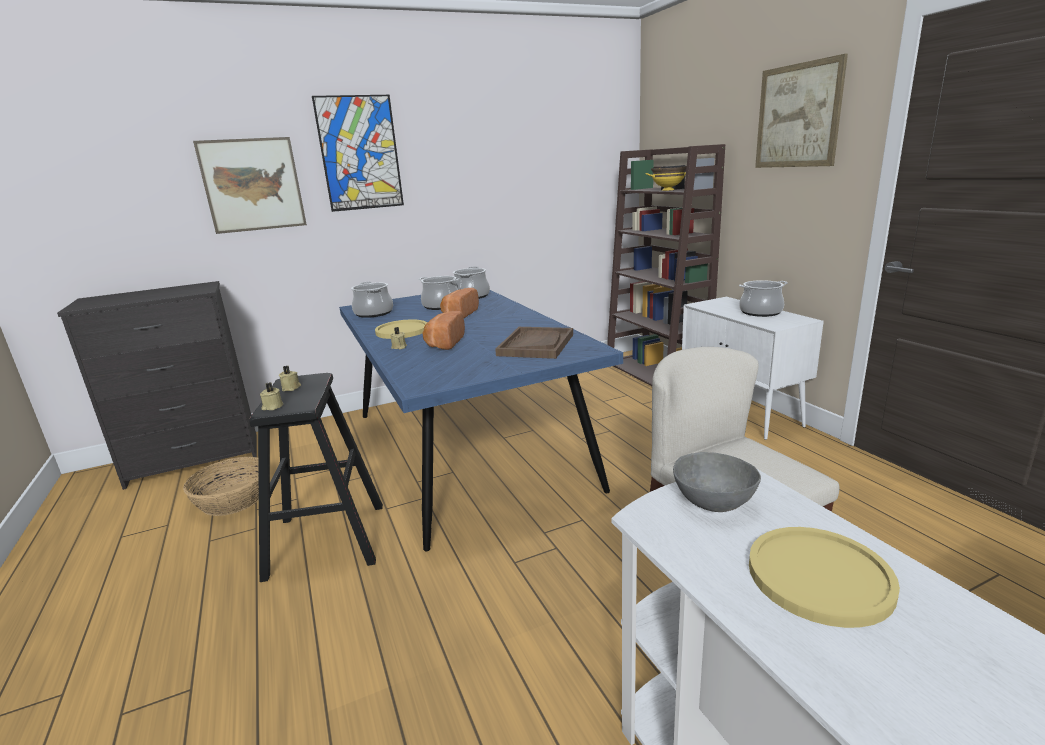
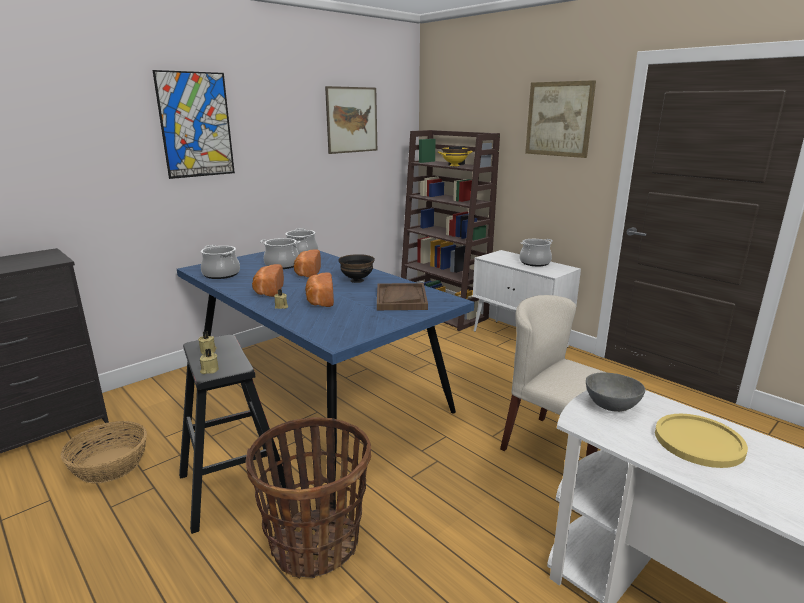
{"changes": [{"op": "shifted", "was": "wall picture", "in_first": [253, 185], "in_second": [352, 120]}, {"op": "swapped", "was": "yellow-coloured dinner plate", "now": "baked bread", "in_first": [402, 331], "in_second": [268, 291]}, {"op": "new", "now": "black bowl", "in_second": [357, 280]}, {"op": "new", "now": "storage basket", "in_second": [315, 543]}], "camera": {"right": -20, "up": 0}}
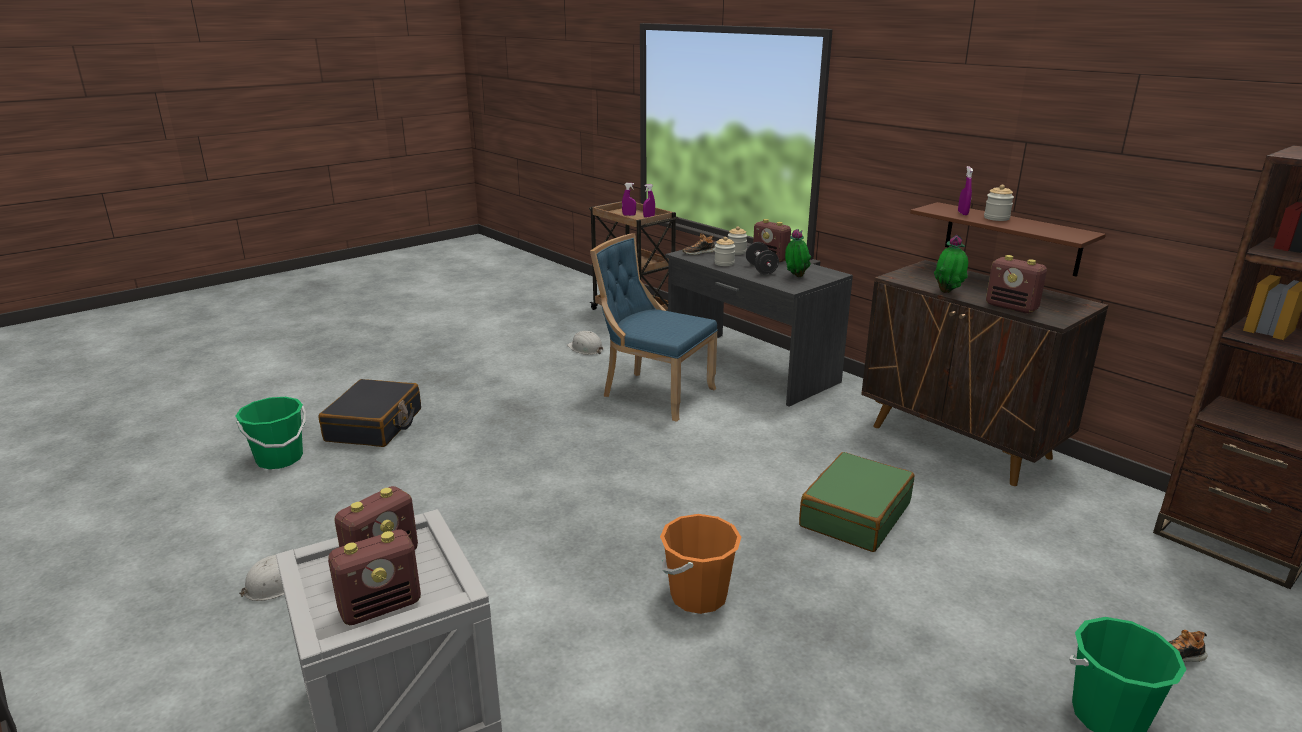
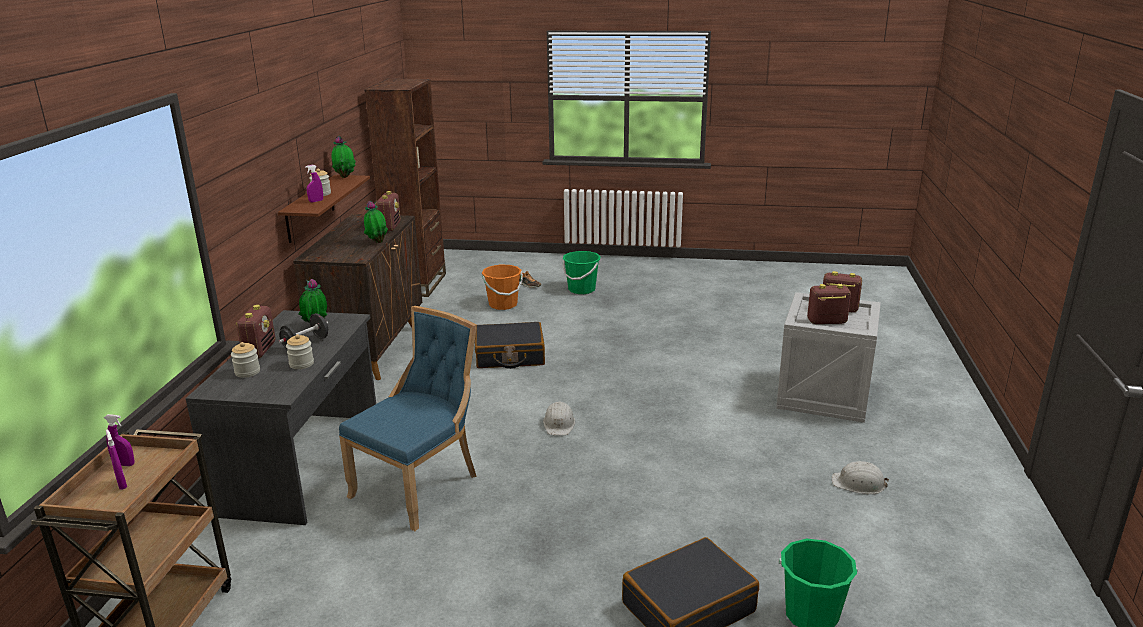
{"changes": [{"op": "rotated", "was": "blue chair", "in_first": [653, 393], "in_second": [421, 486], "clockwise": -135}, {"op": "gone", "was": "shoe", "in_first": [698, 252]}, {"op": "shifted", "was": "white-coloured work helmet", "in_first": [585, 348], "in_second": [559, 424]}, {"op": "repainted", "was": "green-coloured piece of luggage", "now": "black piece of luggage", "in_first": [854, 514], "in_second": [509, 356]}, {"op": "shifted", "was": "orangey bucket", "in_first": [698, 596], "in_second": [503, 304]}, {"op": "new", "now": "potted plant", "in_second": [345, 177]}], "camera": {"right": -130, "up": 0}}
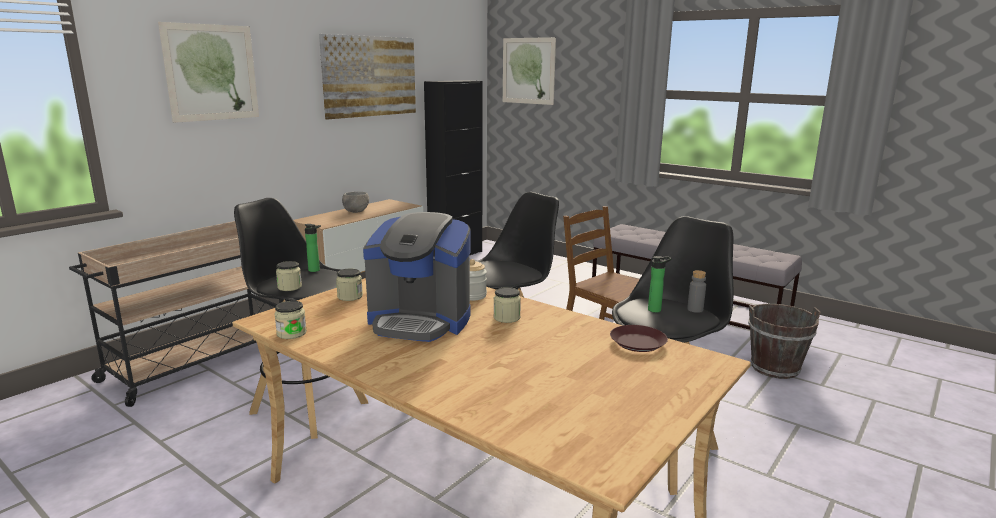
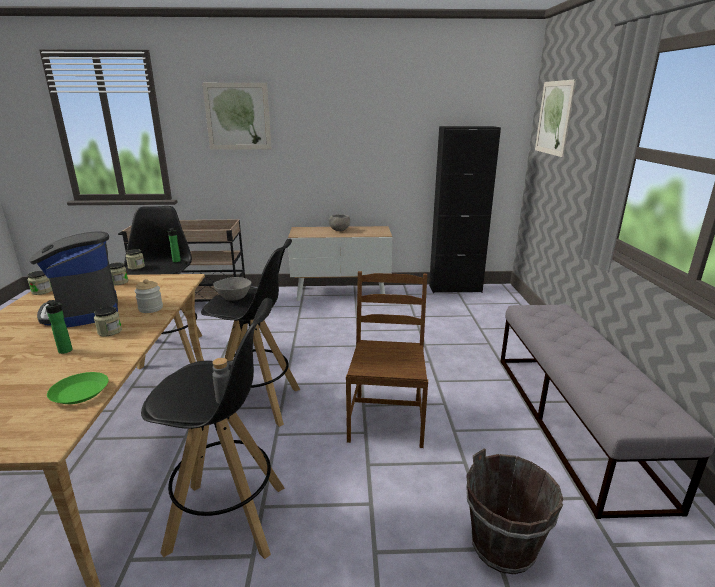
{"changes": [{"op": "gone", "was": "wall picture", "in_first": [370, 76]}, {"op": "shifted", "was": "drink bottle", "in_first": [656, 310], "in_second": [66, 351]}, {"op": "repainted", "was": "brown dinner plate", "now": "green-coloured dinner plate", "in_first": [637, 343], "in_second": [80, 392]}, {"op": "new", "now": "greyish bowl", "in_second": [234, 297]}], "camera": {"right": 50, "up": 5}}
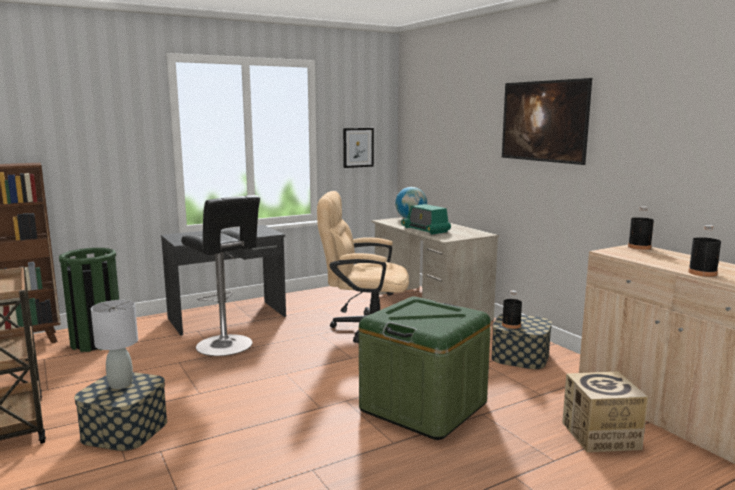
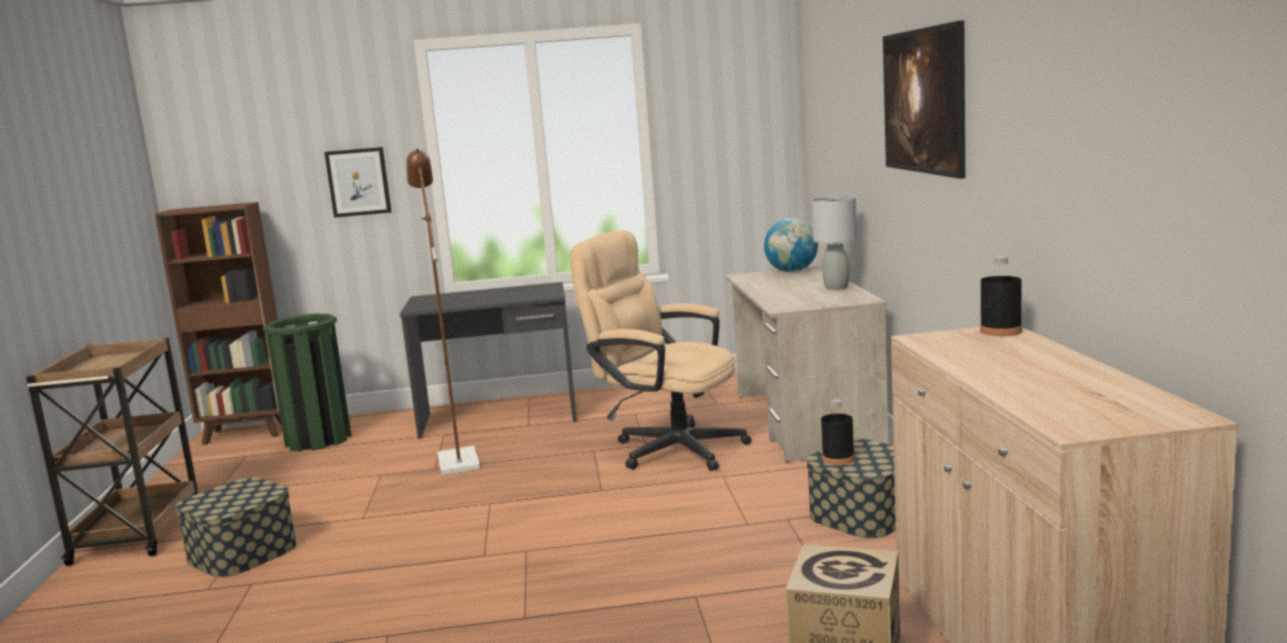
{"changes": [{"op": "shifted", "was": "wall picture", "in_first": [358, 147], "in_second": [358, 182]}, {"op": "swapped", "was": "black sitting stool", "now": "brown standard lamp", "in_first": [226, 346], "in_second": [457, 458]}, {"op": "gone", "was": "radio set", "in_first": [425, 230]}, {"op": "gone", "was": "black drink bottle", "in_first": [702, 273]}, {"op": "gone", "was": "green-coloured storage bin", "in_first": [423, 406]}, {"op": "shifted", "was": "greyish lamp for a table", "in_first": [121, 384], "in_second": [837, 288]}], "camera": {"right": 25, "up": 0}}
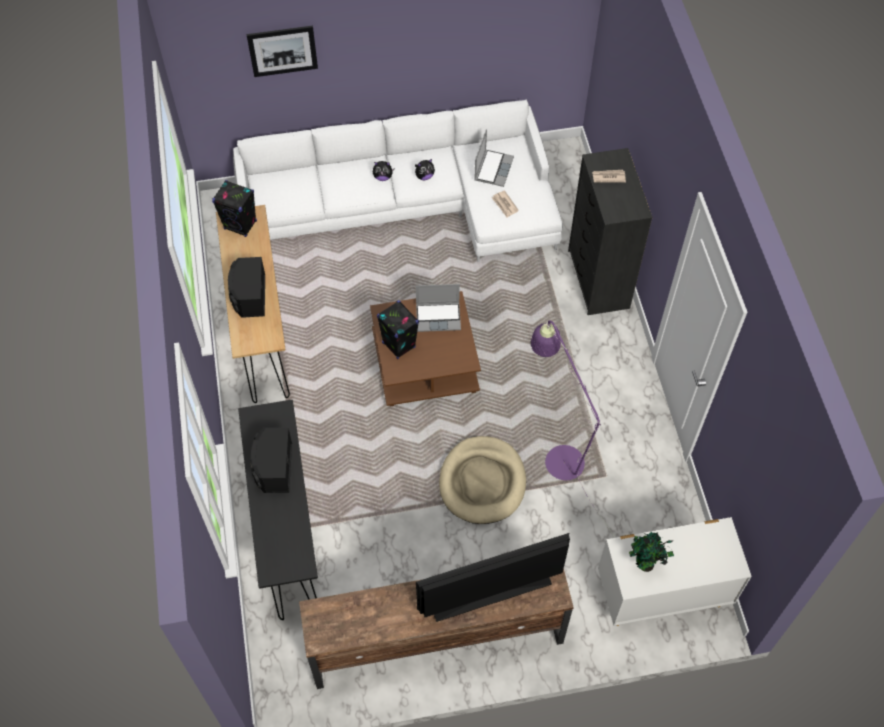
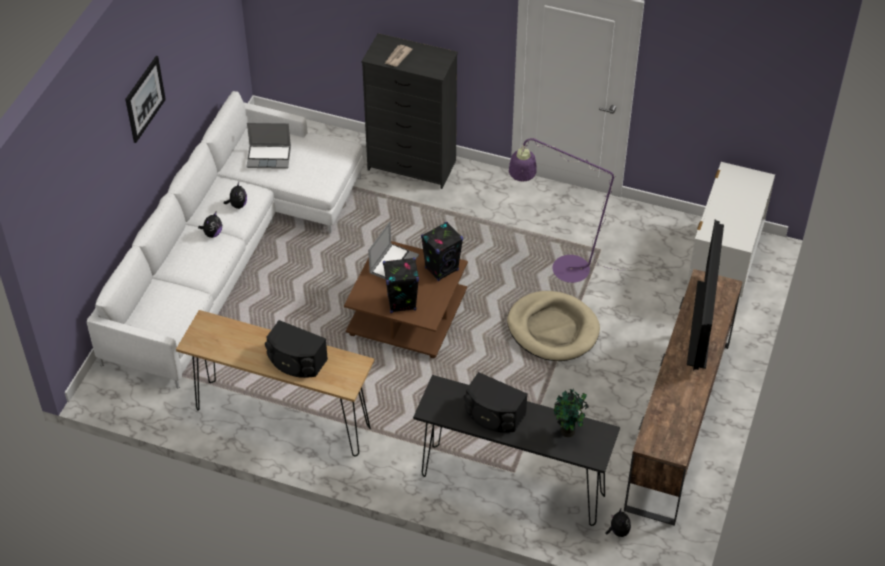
{"changes": [{"op": "shifted", "was": "wall picture", "in_first": [282, 51], "in_second": [145, 99]}, {"op": "rotated", "was": "portable computer", "in_first": [493, 168], "in_second": [269, 157], "clockwise": 135}, {"op": "shifted", "was": "black speaker", "in_first": [240, 225], "in_second": [442, 269]}, {"op": "gone", "was": "newspaper", "in_first": [505, 205]}, {"op": "shifted", "was": "potted plant", "in_first": [645, 565], "in_second": [568, 432]}, {"op": "new", "now": "plush toy", "in_second": [618, 531]}], "camera": {"right": -60, "up": -10}}
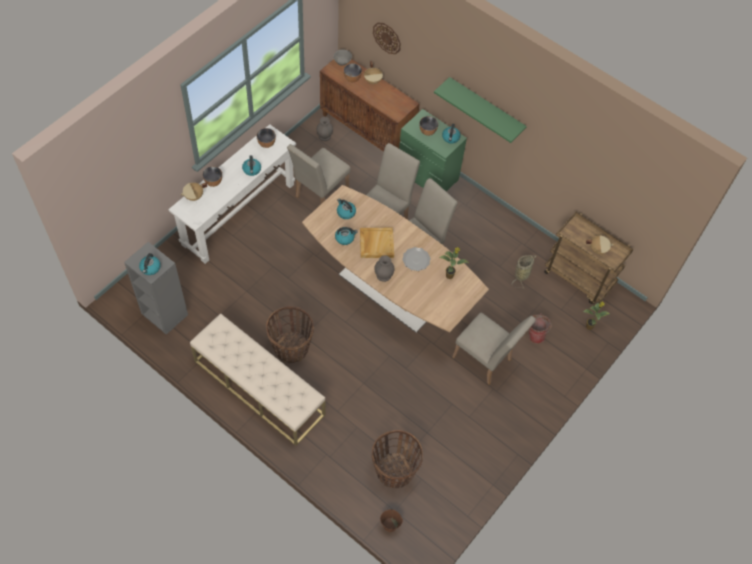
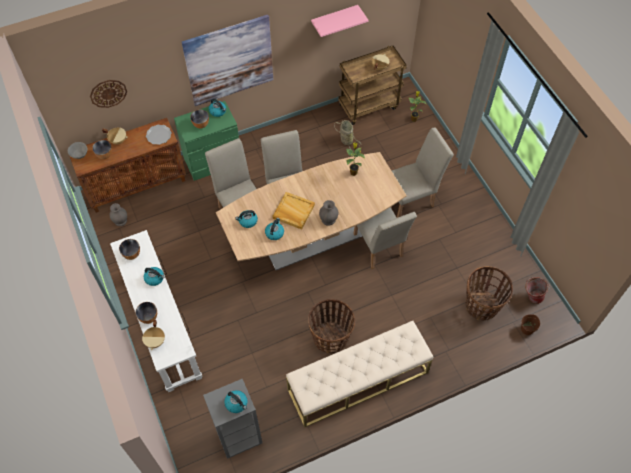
{"changes": [{"op": "swapped", "was": "green-coloured shelf", "now": "wall picture", "in_first": [486, 108], "in_second": [229, 60]}, {"op": "shifted", "was": "beige chair", "in_first": [319, 195], "in_second": [379, 249]}, {"op": "shifted", "was": "dinner plate", "in_first": [416, 260], "in_second": [158, 135]}, {"op": "shifted", "was": "bucket", "in_first": [535, 334], "in_second": [532, 296]}, {"op": "new", "now": "pink-coloured shelf", "in_second": [334, 19]}], "camera": {"right": -60, "up": 0}}
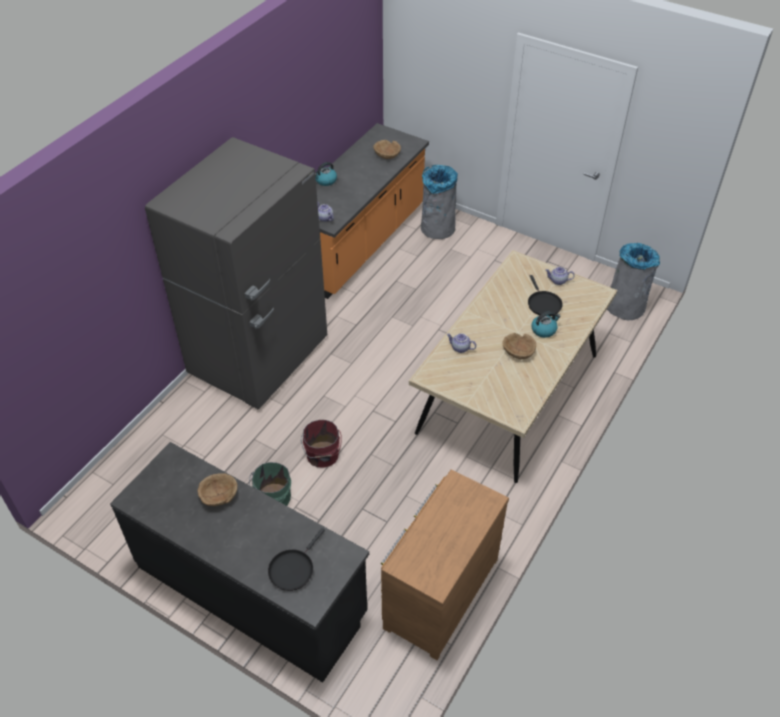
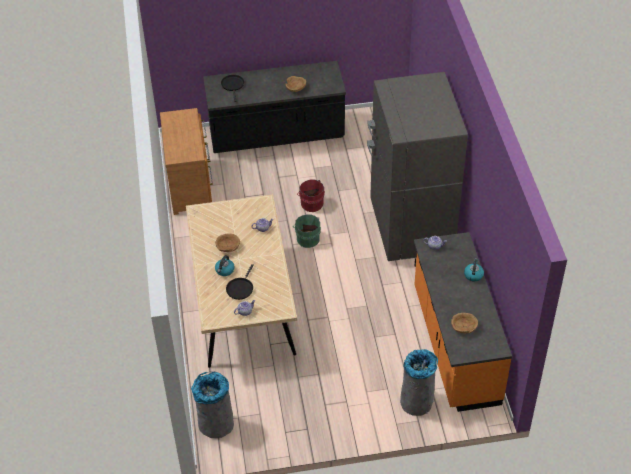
{"changes": [{"op": "rotated", "was": "black frying pan", "in_first": [543, 304], "in_second": [240, 288], "clockwise": -105}, {"op": "shifted", "was": "green-coloured bucket", "in_first": [273, 499], "in_second": [307, 238]}], "camera": {"right": 140, "up": 0}}
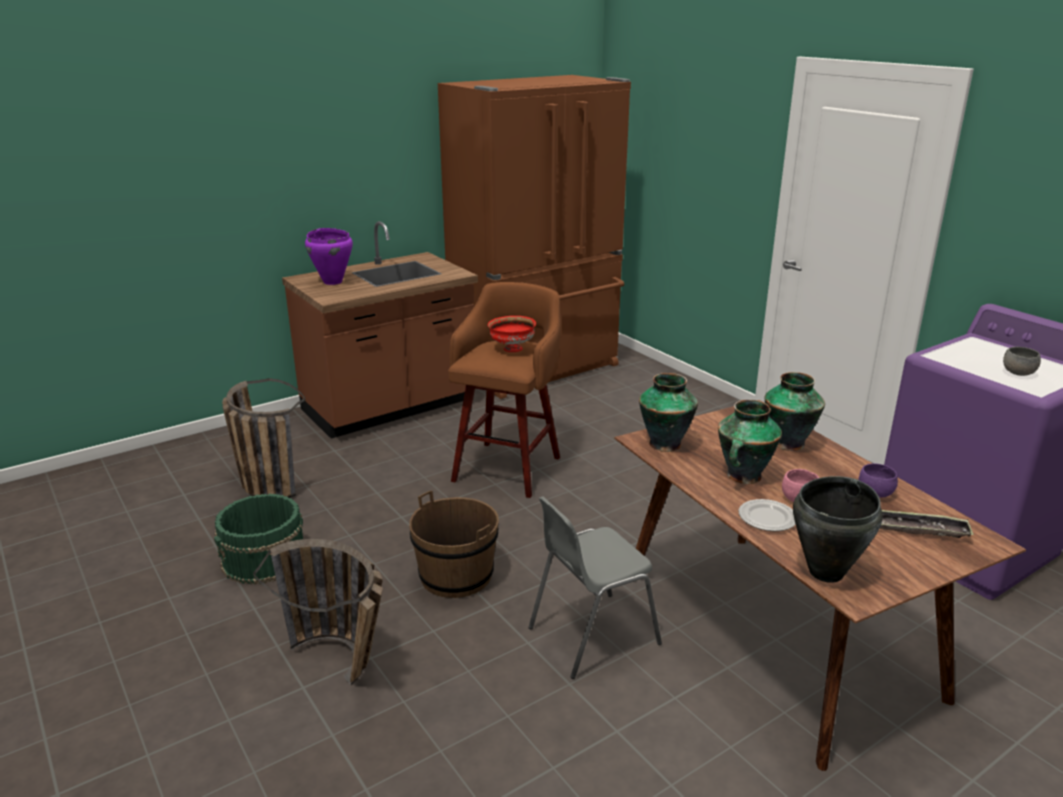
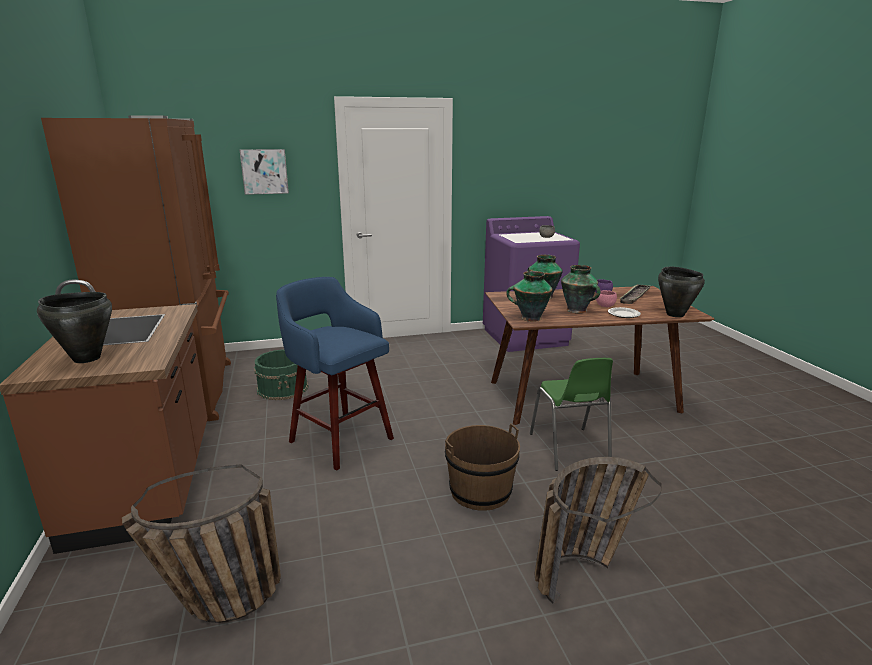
{"changes": [{"op": "repainted", "was": "purple cooking pot", "now": "black cooking pot", "in_first": [333, 282], "in_second": [86, 358]}, {"op": "repainted", "was": "brown sitting stool", "now": "blue sitting stool", "in_first": [508, 467], "in_second": [339, 439]}, {"op": "gone", "was": "red-coloured bowl", "in_first": [512, 349]}, {"op": "shifted", "was": "green-coloured bucket", "in_first": [264, 559], "in_second": [283, 388]}, {"op": "repainted", "was": "greyish chair", "now": "green-coloured chair", "in_first": [591, 635], "in_second": [569, 449]}, {"op": "new", "now": "wall picture", "in_second": [264, 171]}], "camera": {"right": -70, "up": -5}}
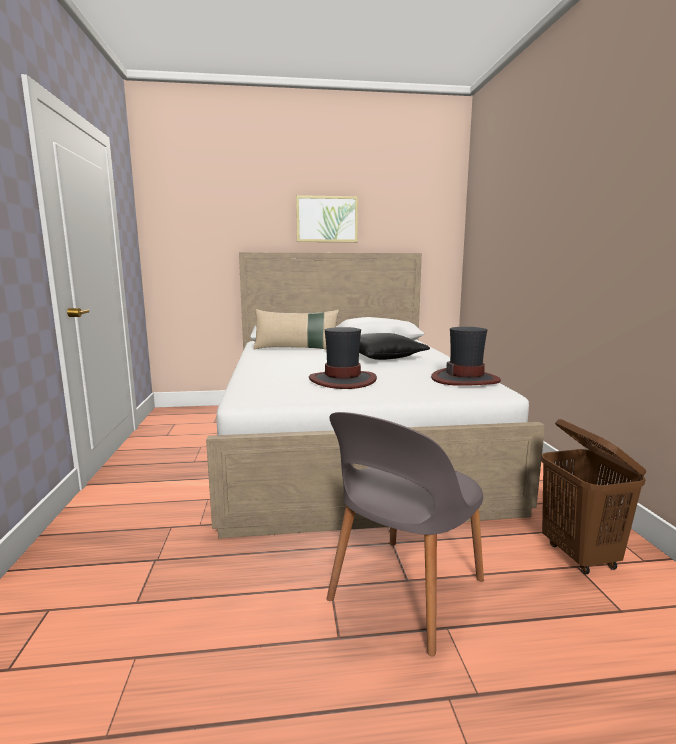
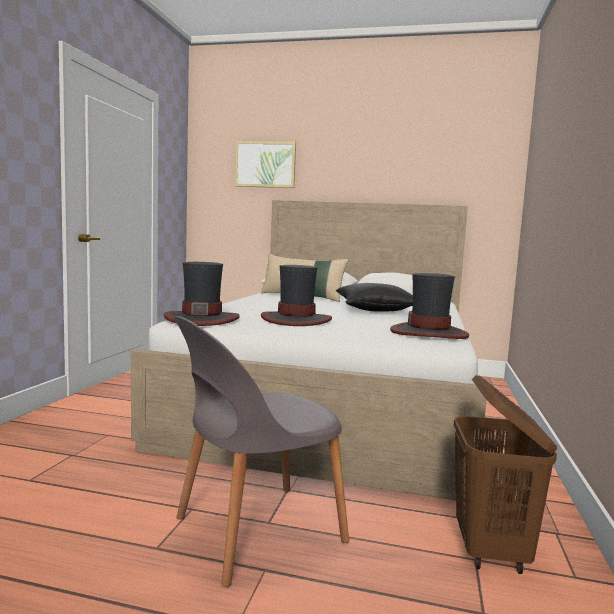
{"changes": [{"op": "shifted", "was": "wall picture", "in_first": [327, 219], "in_second": [265, 164]}, {"op": "new", "now": "clothing hat", "in_second": [202, 319]}], "camera": {"right": 20, "up": -5}}
